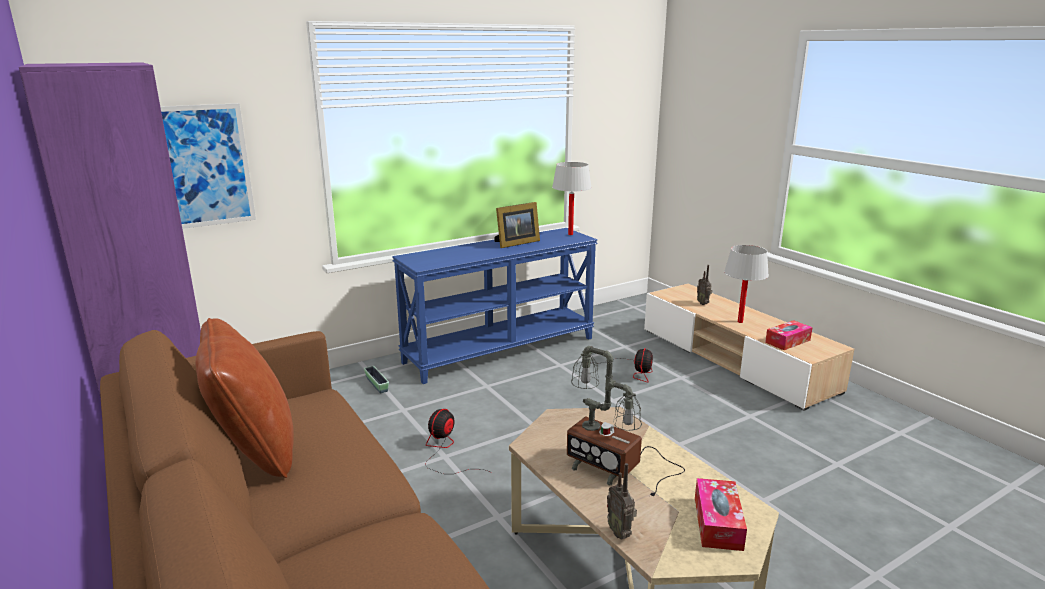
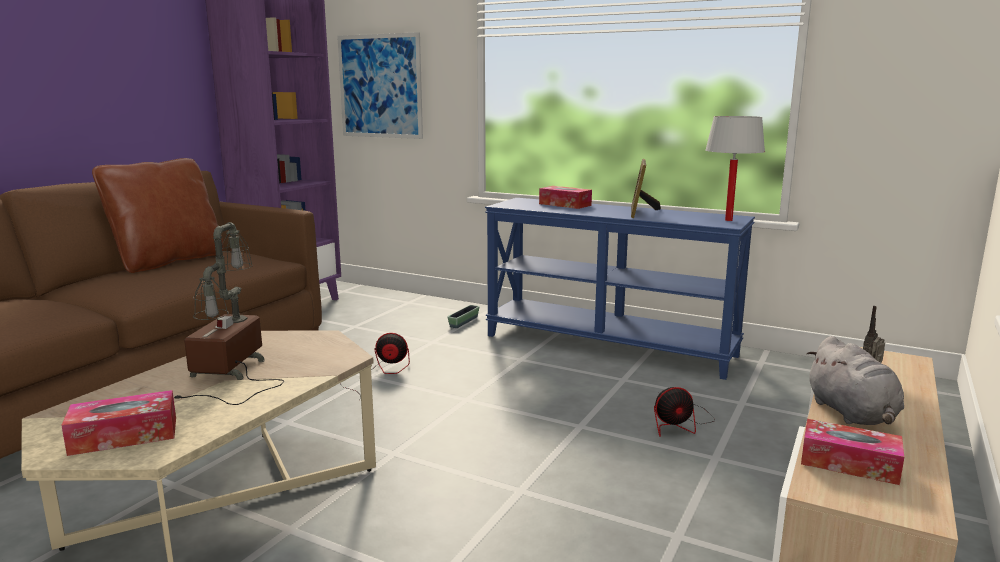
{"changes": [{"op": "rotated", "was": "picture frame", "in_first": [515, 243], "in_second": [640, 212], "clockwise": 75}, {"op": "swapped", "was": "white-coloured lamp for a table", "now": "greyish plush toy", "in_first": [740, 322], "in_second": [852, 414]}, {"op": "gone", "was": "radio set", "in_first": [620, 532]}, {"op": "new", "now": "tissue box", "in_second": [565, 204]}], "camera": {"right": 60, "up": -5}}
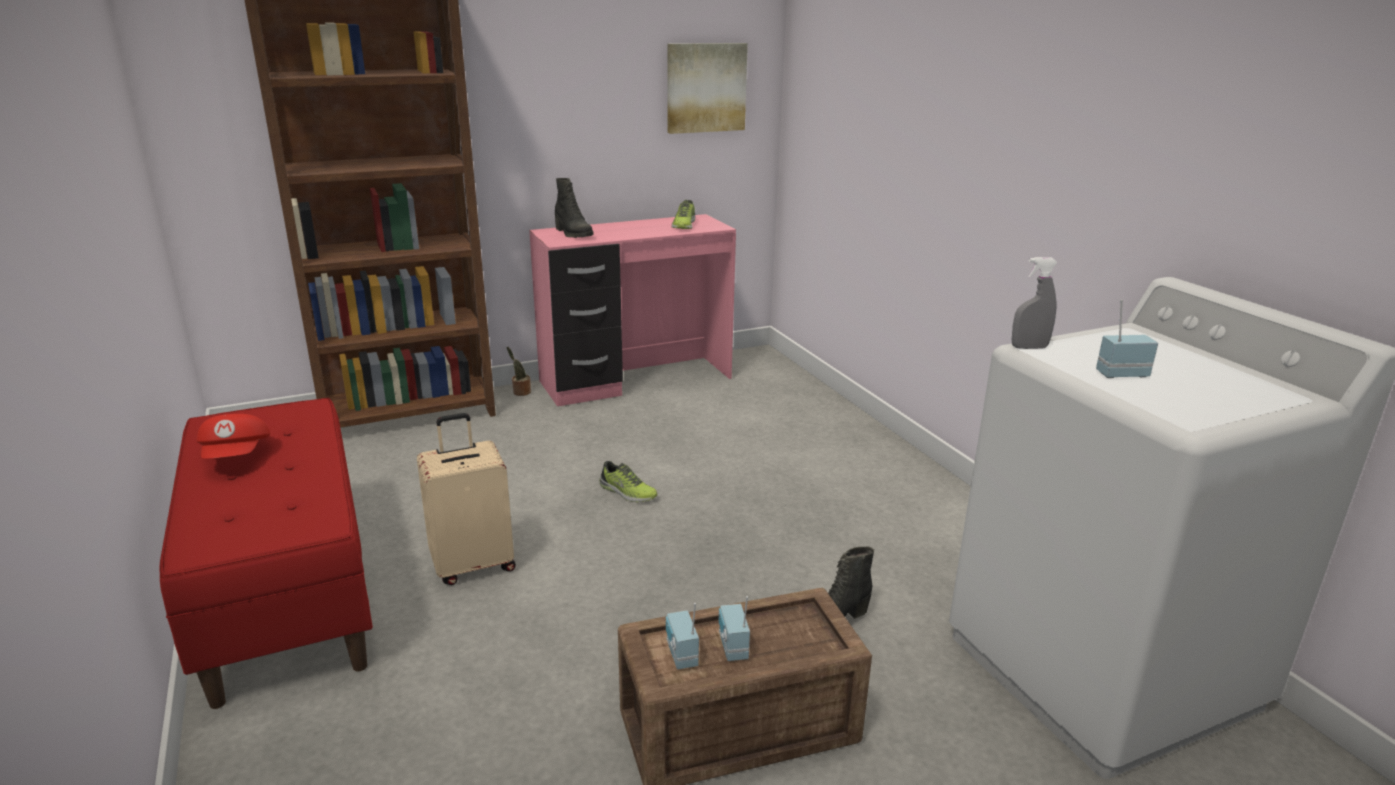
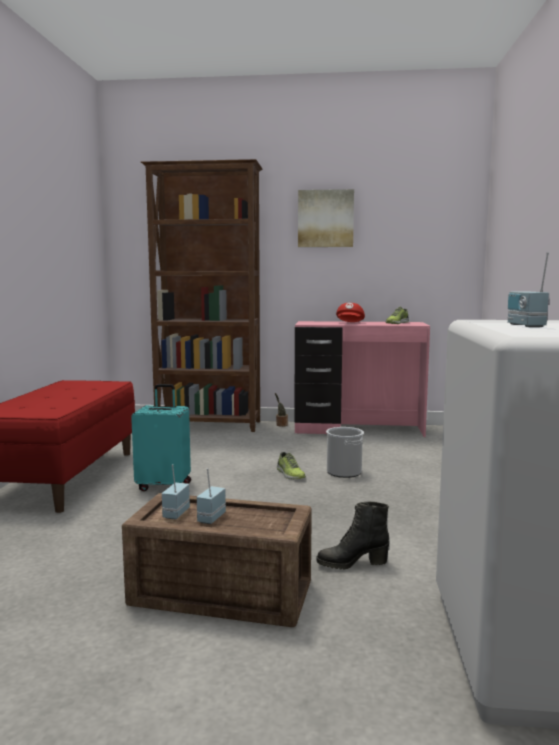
{"changes": [{"op": "shifted", "was": "wall picture", "in_first": [705, 87], "in_second": [325, 219]}, {"op": "gone", "was": "black boot", "in_first": [573, 234]}, {"op": "gone", "was": "greyish hand sprayer", "in_first": [1029, 347]}, {"op": "rotated", "was": "radio set", "in_first": [1121, 374], "in_second": [524, 326], "clockwise": -120}, {"op": "repainted", "was": "beige piece of luggage", "now": "turquoise piece of luggage", "in_first": [473, 564], "in_second": [164, 486]}, {"op": "shifted", "was": "red-coloured baseball cap", "in_first": [237, 456], "in_second": [350, 323]}, {"op": "new", "now": "bucket", "in_second": [344, 472]}], "camera": {"right": 30, "up": -15}}
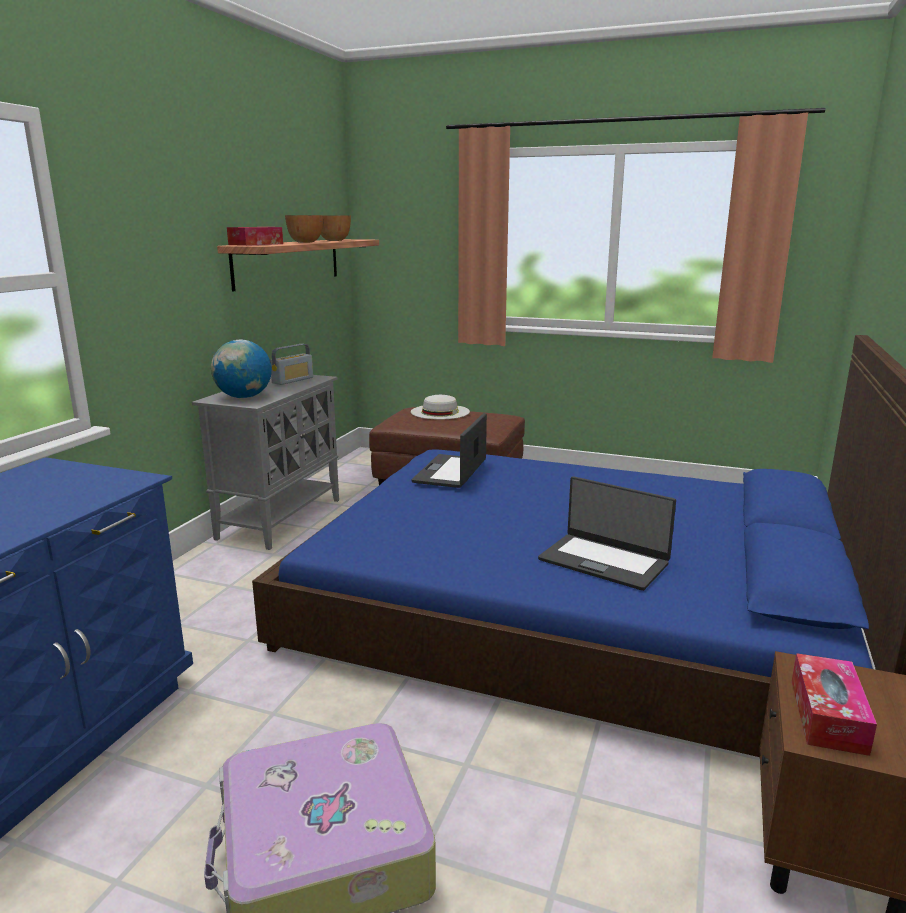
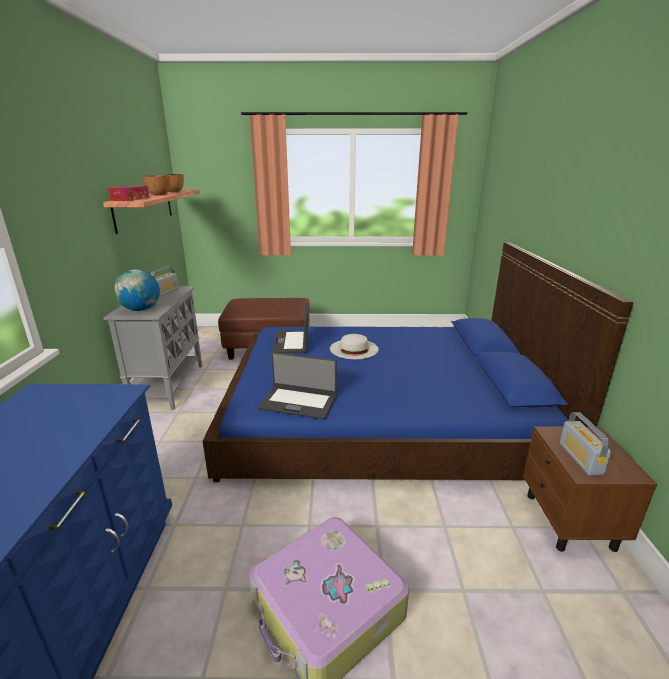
{"changes": [{"op": "shifted", "was": "white-coloured clothing hat", "in_first": [440, 412], "in_second": [354, 349]}, {"op": "shifted", "was": "portable computer", "in_first": [604, 561], "in_second": [298, 402]}, {"op": "swapped", "was": "tissue box", "now": "radio set", "in_first": [827, 715], "in_second": [580, 458]}], "camera": {"right": -20, "up": 5}}
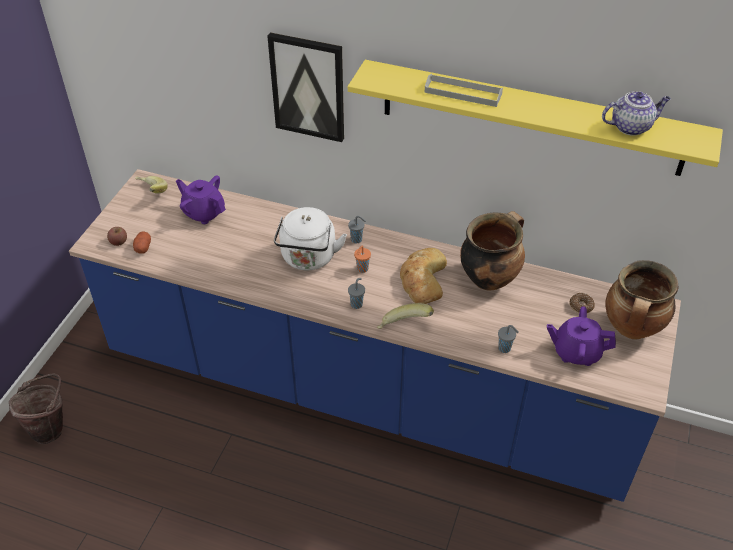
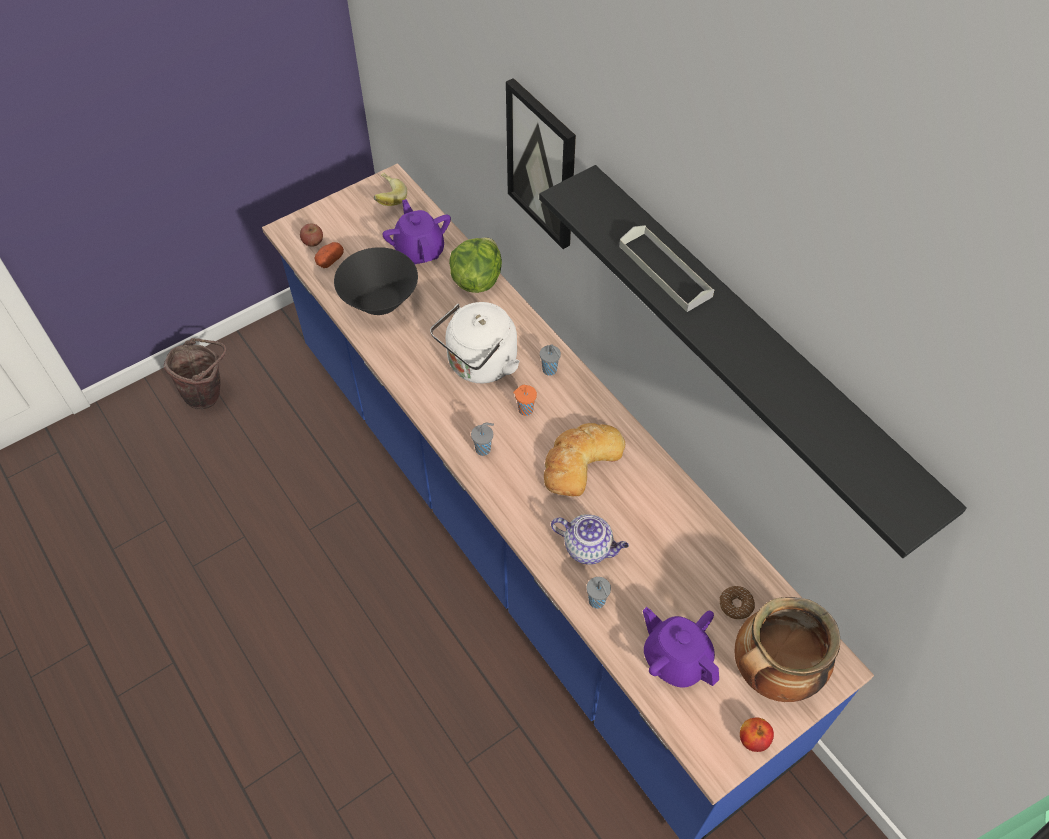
{"changes": [{"op": "repainted", "was": "yellow-coloured shelf", "now": "black shelf", "in_first": [531, 118], "in_second": [751, 344]}, {"op": "shifted", "was": "tea pot", "in_first": [631, 126], "in_second": [589, 547]}, {"op": "gone", "was": "cooking pot", "in_first": [489, 278]}, {"op": "gone", "was": "banana fruit", "in_first": [404, 327]}, {"op": "new", "now": "lettuce", "in_second": [476, 279]}, {"op": "new", "now": "black bowl", "in_second": [379, 301]}, {"op": "new", "now": "apple", "in_second": [753, 739]}], "camera": {"right": 35, "up": 10}}
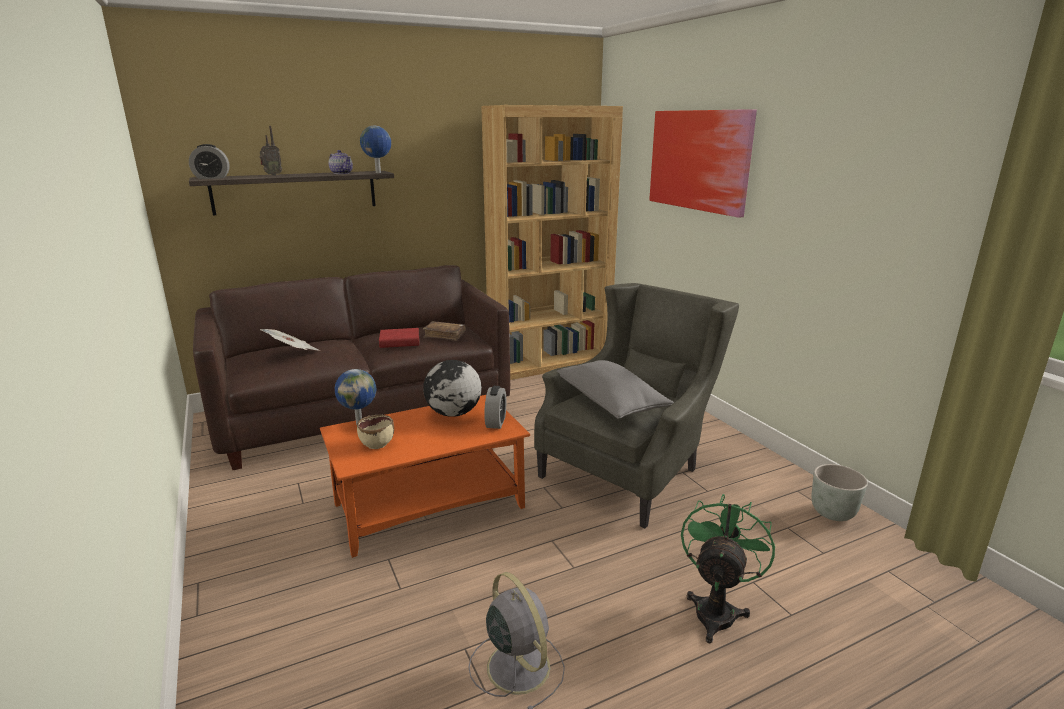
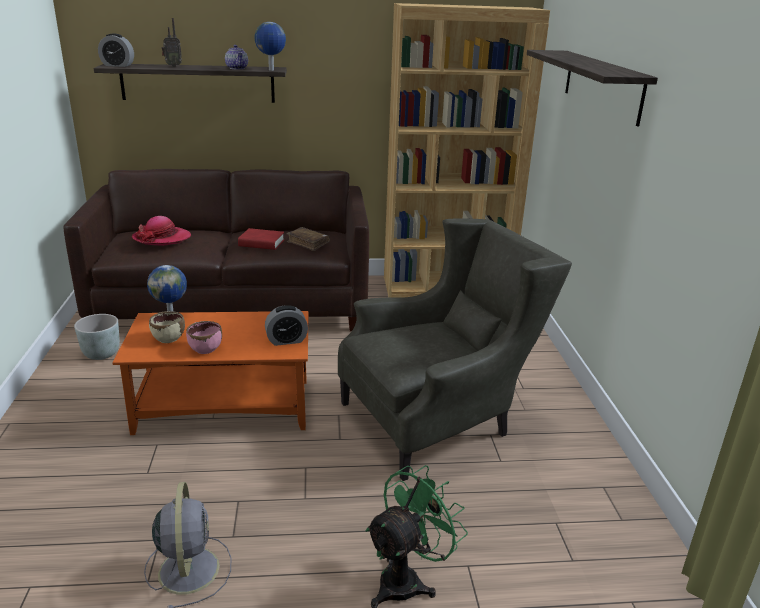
{"changes": [{"op": "swapped", "was": "wall picture", "now": "shelf", "in_first": [699, 160], "in_second": [602, 85]}, {"op": "swapped", "was": "newspaper", "now": "clothing hat", "in_first": [293, 353], "in_second": [162, 238]}, {"op": "gone", "was": "world globe", "in_first": [453, 413]}, {"op": "gone", "was": "greyish cushion", "in_first": [610, 403]}, {"op": "rotated", "was": "bedside clock", "in_first": [496, 422], "in_second": [286, 340], "clockwise": 45}, {"op": "shifted", "was": "greyish flower pot", "in_first": [833, 513], "in_second": [101, 354]}, {"op": "new", "now": "pink-coloured bowl", "in_second": [205, 349]}], "camera": {"right": 20, "up": 5}}
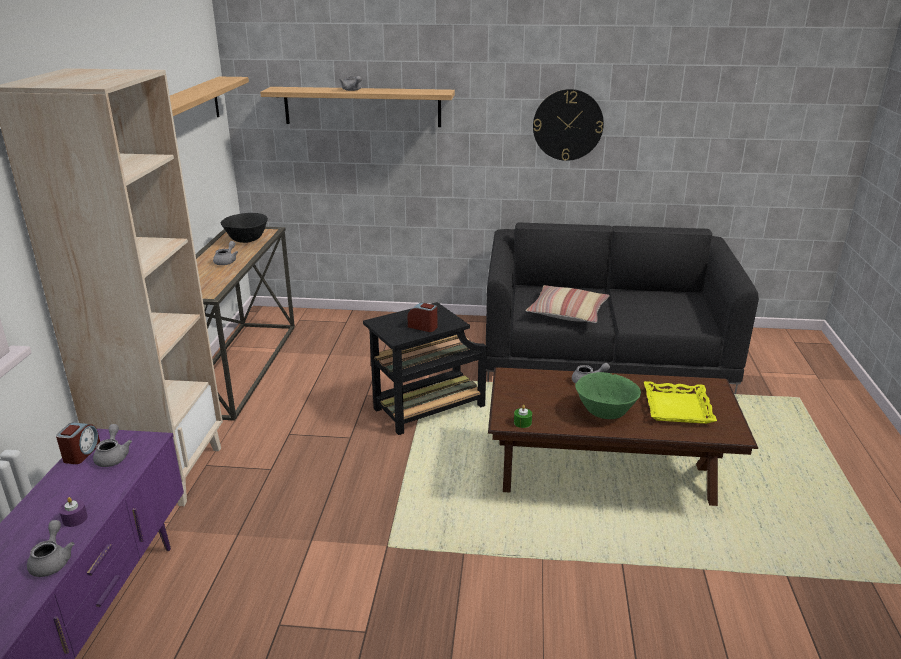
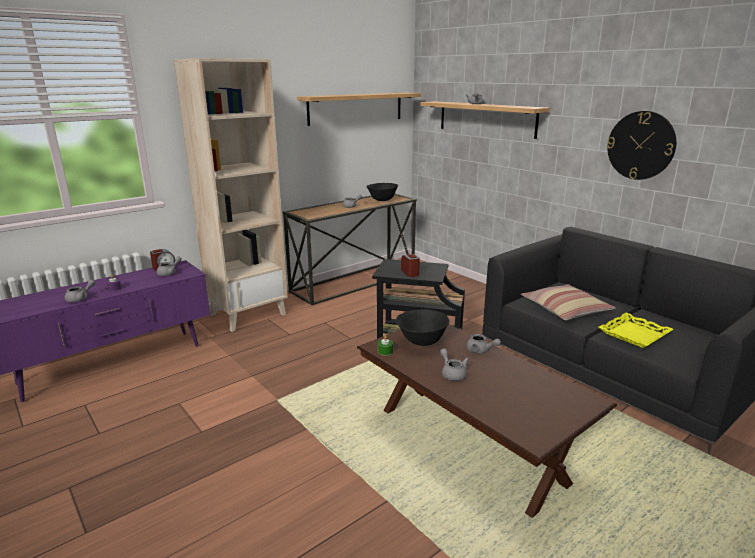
{"changes": [{"op": "swapped", "was": "green-coloured bowl", "now": "greyish tea pot", "in_first": [605, 413], "in_second": [452, 373]}, {"op": "shifted", "was": "yellow-coloured tray", "in_first": [676, 407], "in_second": [633, 334]}, {"op": "new", "now": "black bowl", "in_second": [422, 342]}], "camera": {"right": 45, "up": -5}}
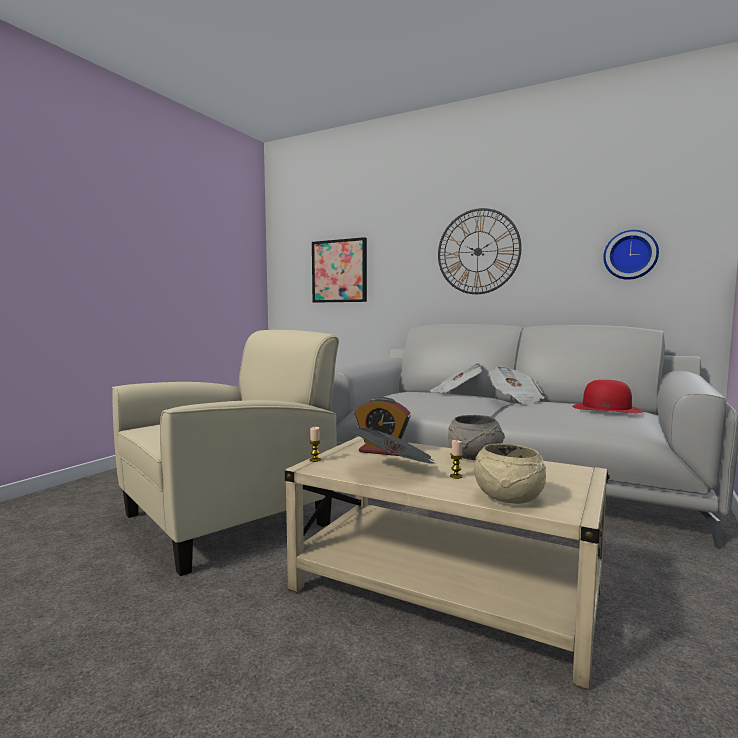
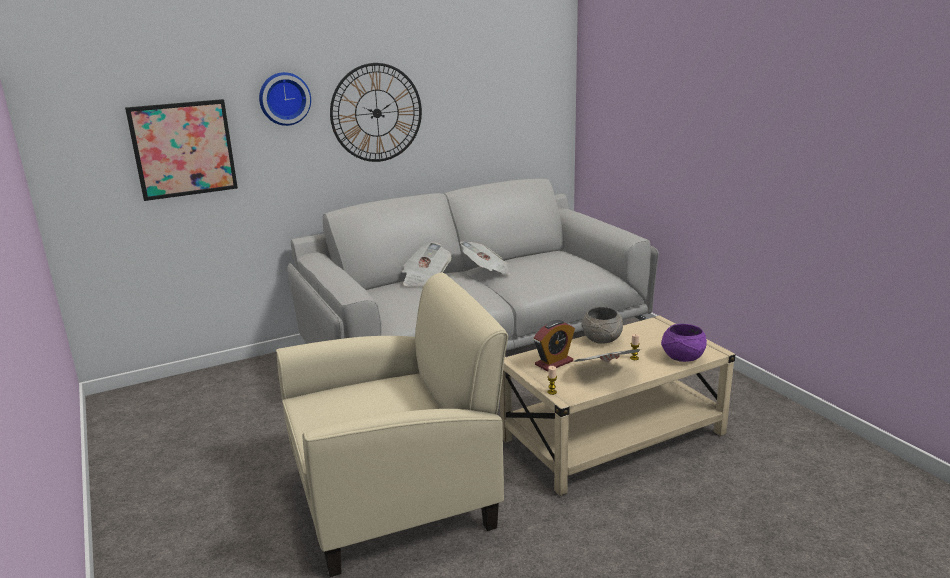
{"changes": [{"op": "shifted", "was": "hanging clock", "in_first": [630, 255], "in_second": [284, 98]}, {"op": "rotated", "was": "beige armchair", "in_first": [229, 518], "in_second": [395, 497], "clockwise": 75}, {"op": "gone", "was": "red-coloured clothing hat", "in_first": [606, 408]}, {"op": "repainted", "was": "beige bowl", "now": "purple bowl", "in_first": [507, 498], "in_second": [682, 358]}], "camera": {"right": -55, "up": 15}}
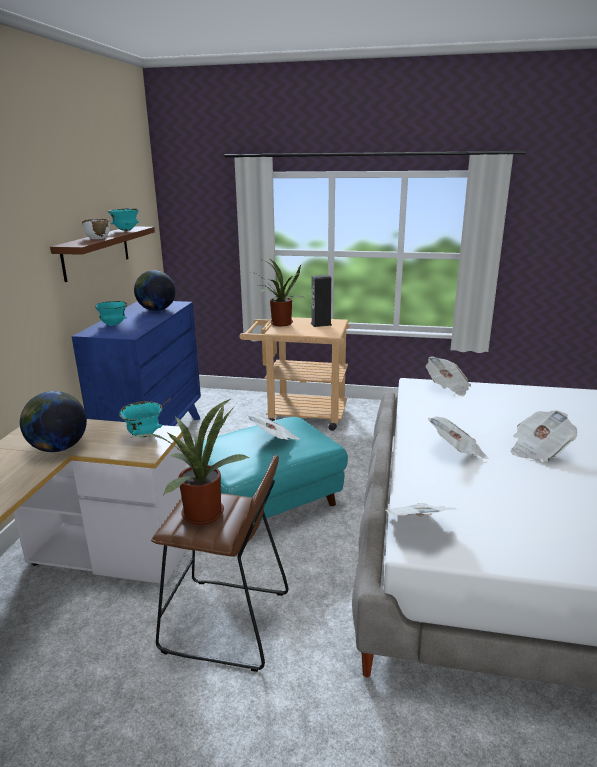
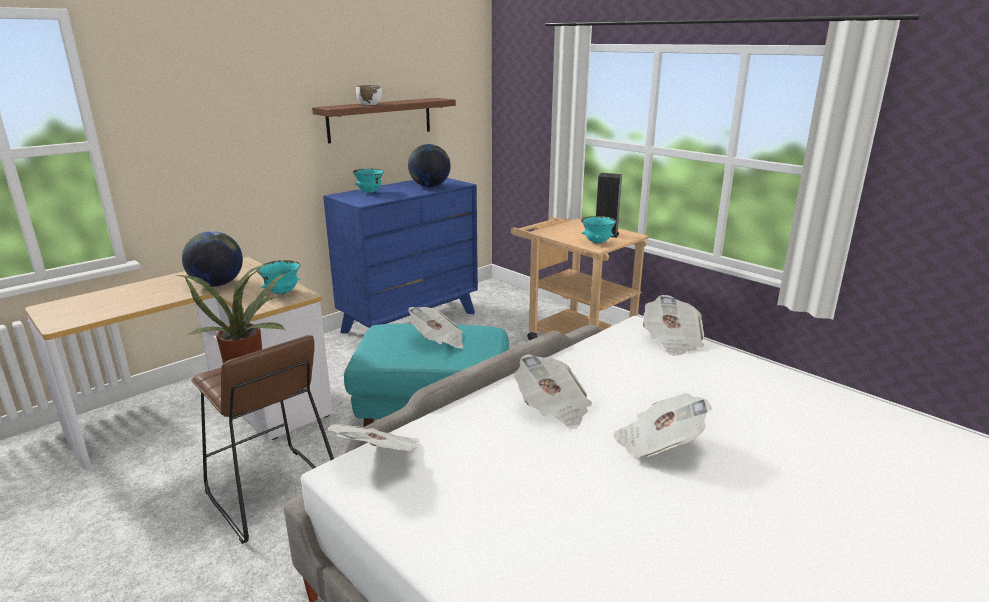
{"changes": [{"op": "shifted", "was": "turquoise bowl", "in_first": [126, 230], "in_second": [597, 242]}, {"op": "gone", "was": "potted plant", "in_first": [279, 324]}], "camera": {"right": 35, "up": 0}}
